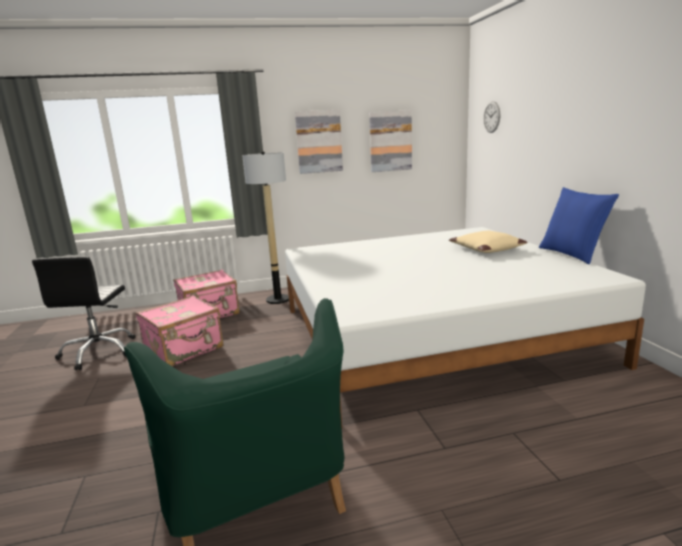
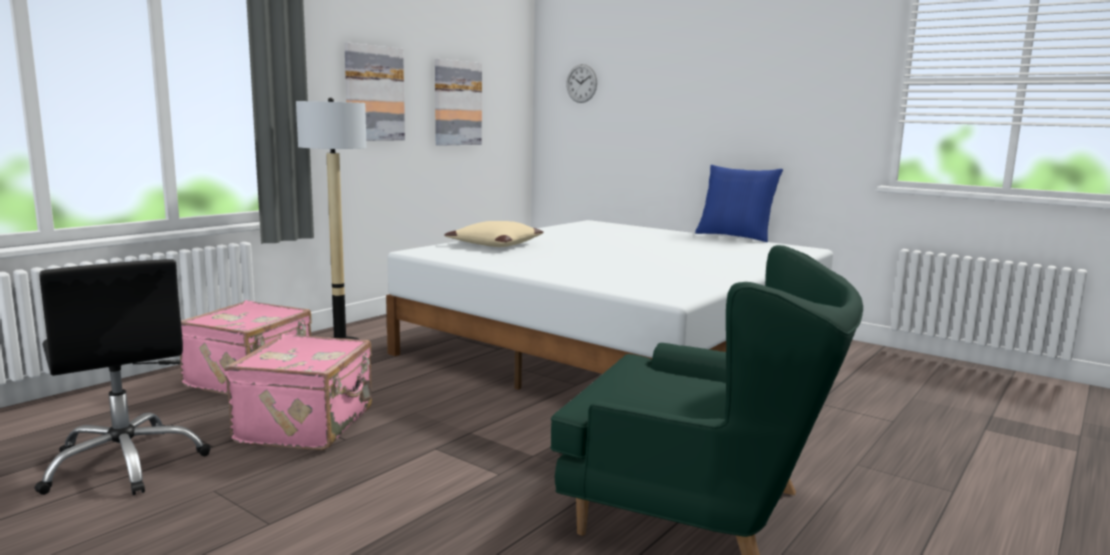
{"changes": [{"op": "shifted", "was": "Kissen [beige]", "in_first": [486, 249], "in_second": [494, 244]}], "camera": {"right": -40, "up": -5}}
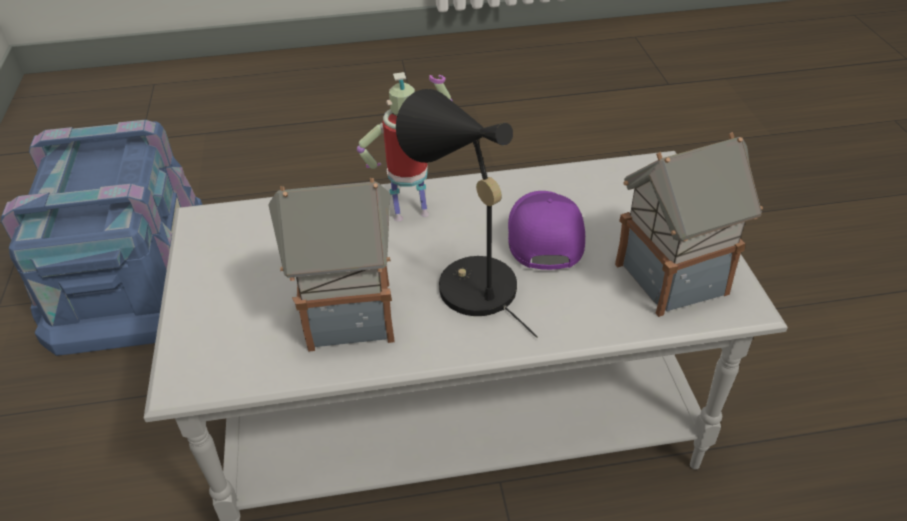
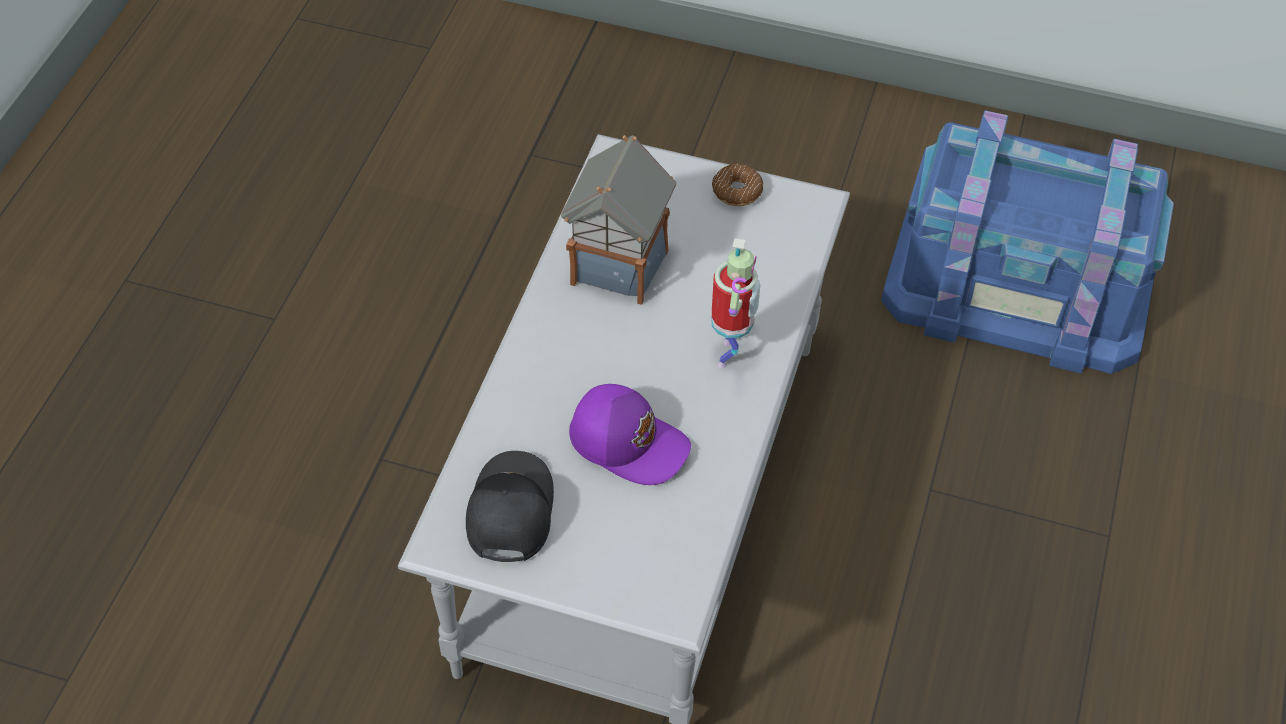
{"changes": [{"op": "gone", "was": "Tischlampe [schwarz]", "in_first": [467, 282]}, {"op": "swapped", "was": "Spielzeughaus", "now": "Kappe [schwarz]", "in_first": [673, 277], "in_second": [508, 512]}, {"op": "new", "now": "Donut", "in_second": [737, 191]}], "camera": {"right": 115, "up": 10}}
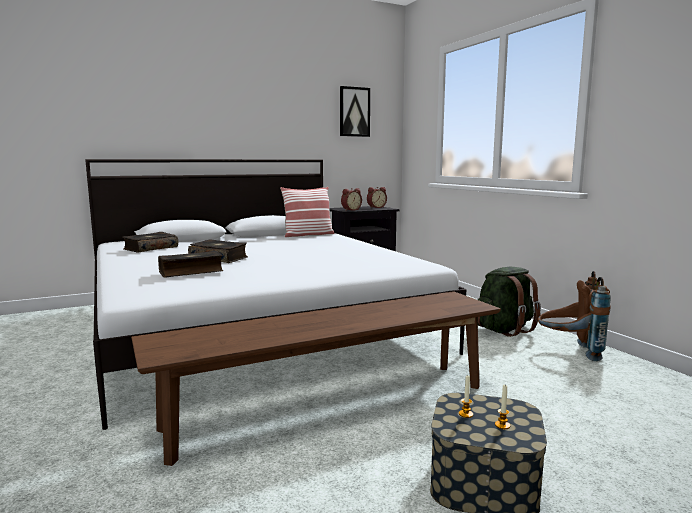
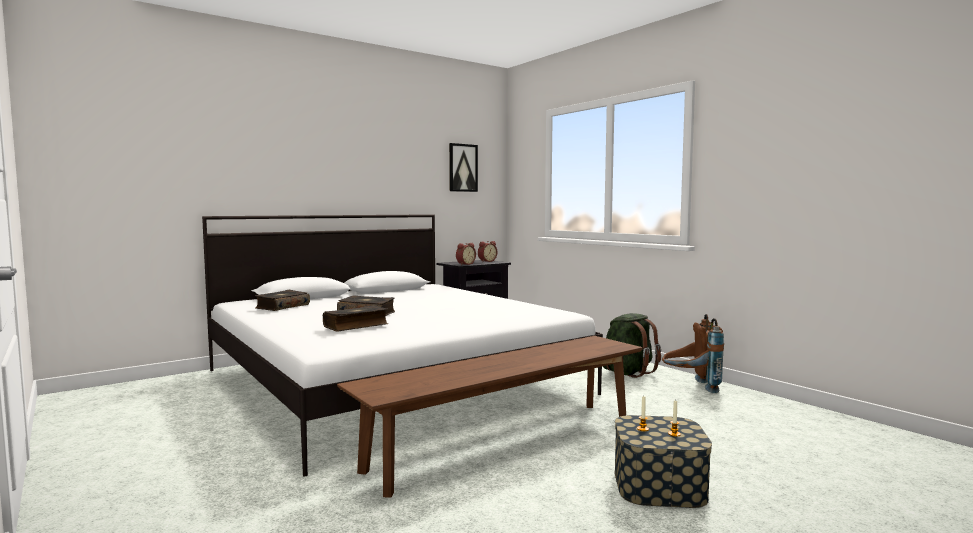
{"changes": [{"op": "gone", "was": "Kissen", "in_first": [308, 235]}], "camera": {"right": -10, "up": -5}}
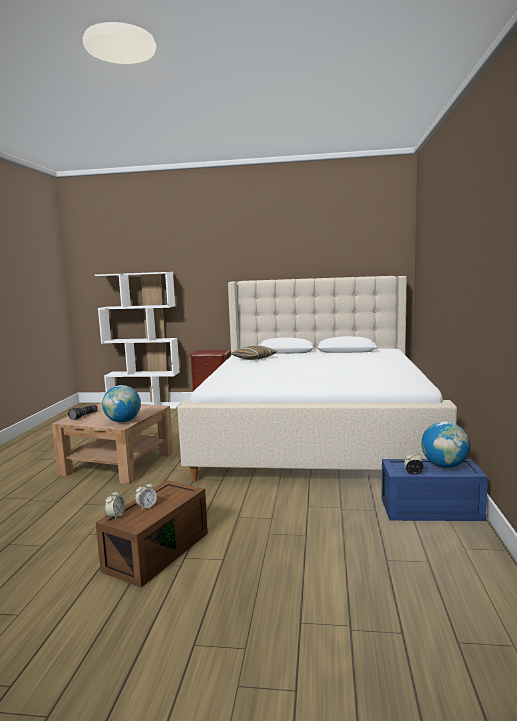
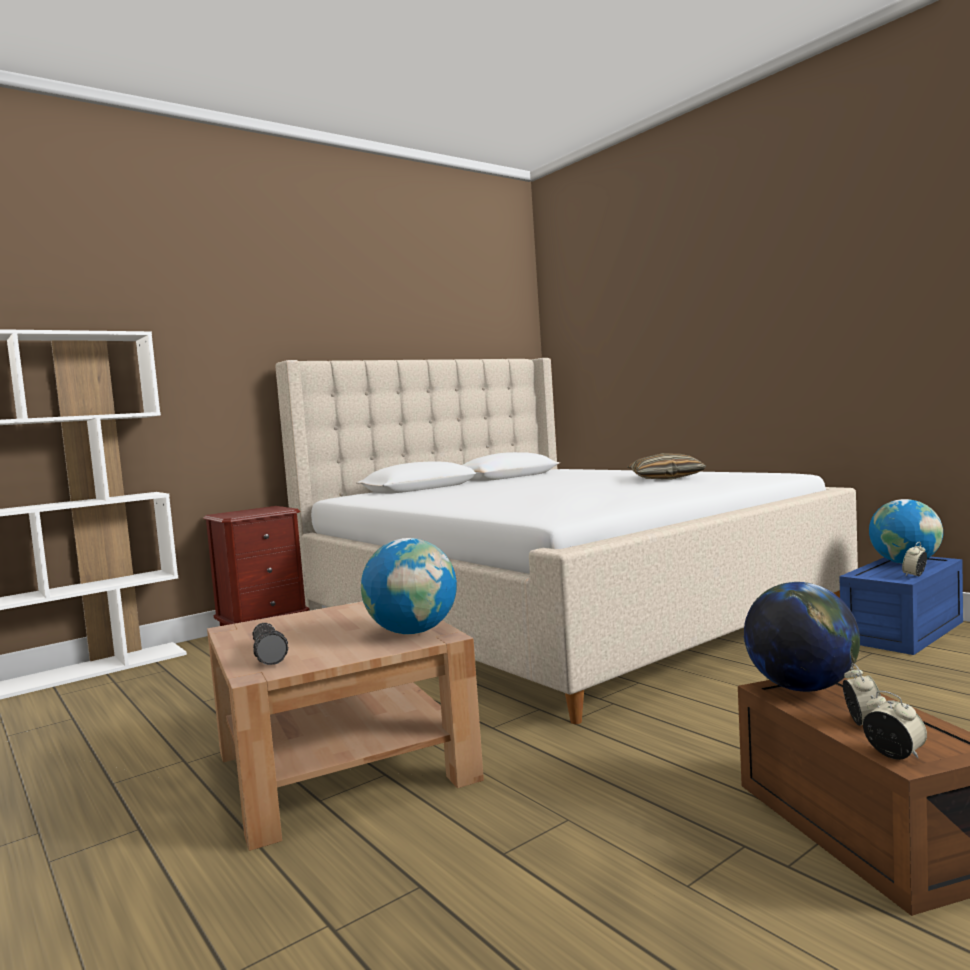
{"changes": [{"op": "shifted", "was": "Kissen", "in_first": [254, 358], "in_second": [665, 478]}, {"op": "new", "now": "Globus", "in_second": [802, 688]}], "camera": {"right": -45, "up": -5}}
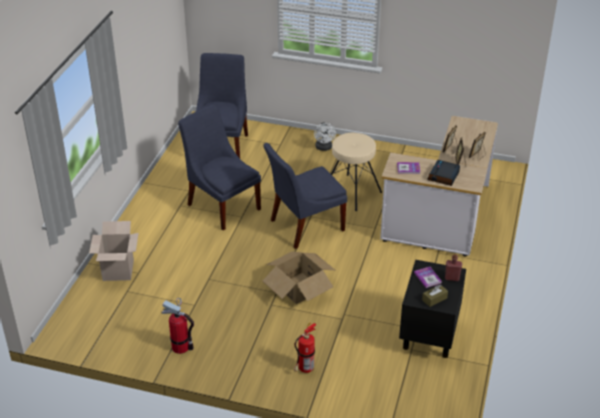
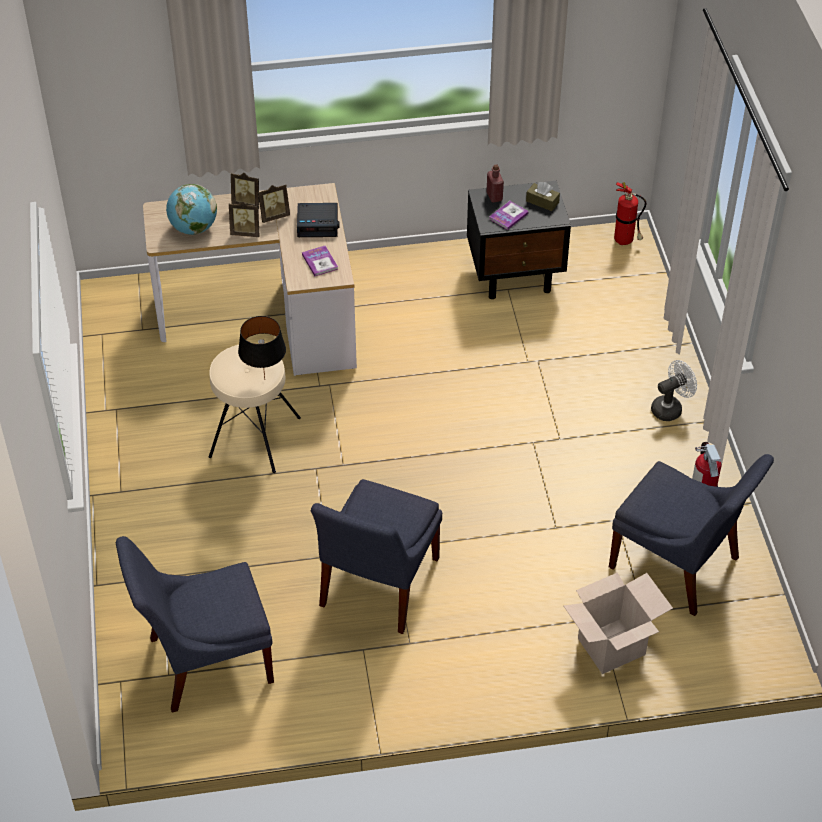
{"changes": [{"op": "shifted", "was": "Stuhl [blau]", "in_first": [304, 226], "in_second": [678, 566]}, {"op": "gone", "was": "Karton", "in_first": [299, 287]}, {"op": "shifted", "was": "Feuerlöscher", "in_first": [304, 370], "in_second": [625, 241]}, {"op": "shifted", "was": "Ventilator [weiß]", "in_first": [324, 148], "in_second": [670, 408]}, {"op": "new", "now": "Globus", "in_second": [193, 228]}, {"op": "new", "now": "Tischlampe [schwarz]", "in_second": [264, 379]}], "camera": {"right": -115, "up": 10}}
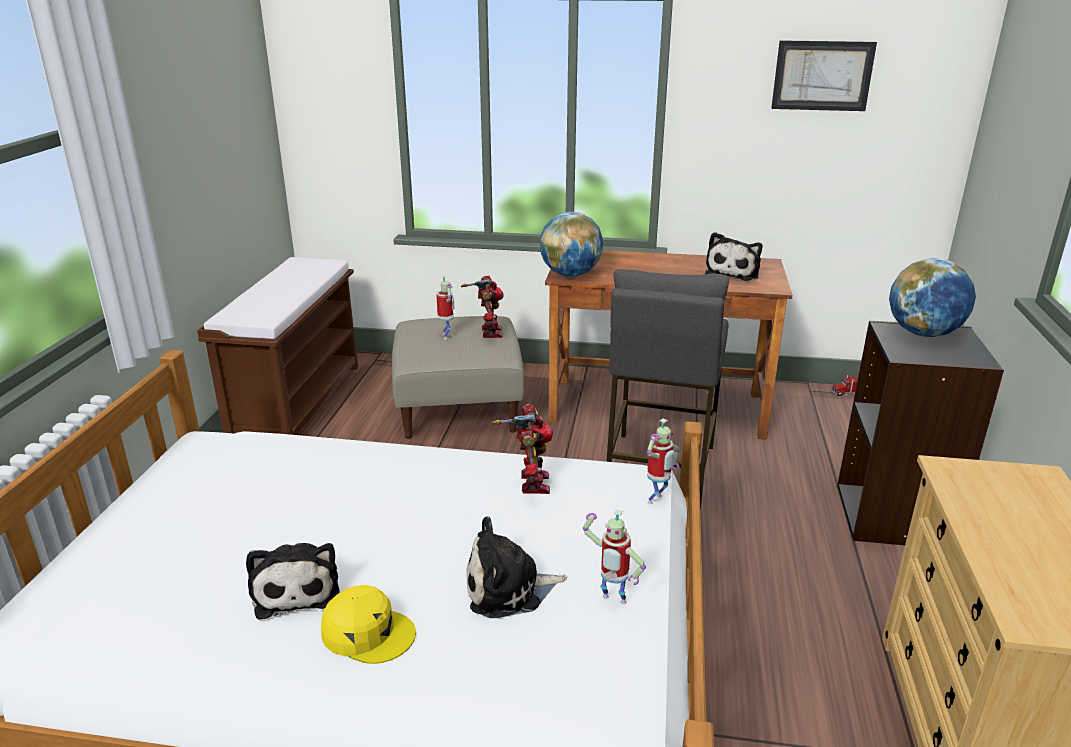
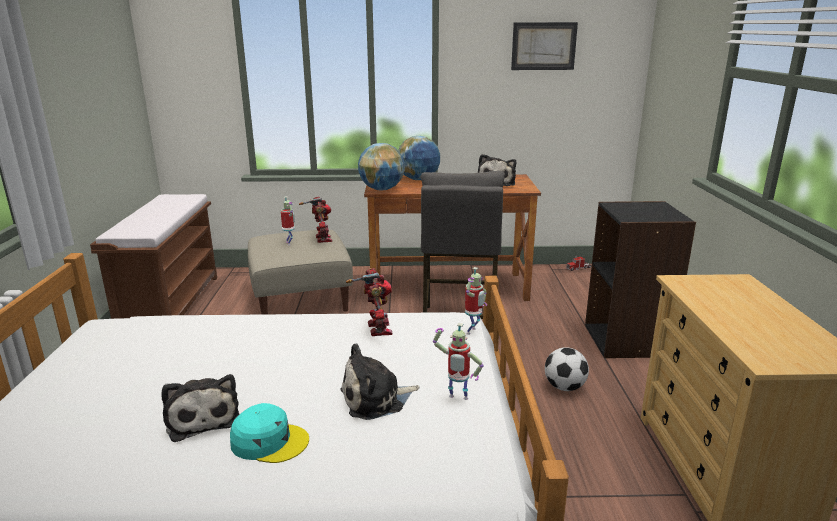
{"changes": [{"op": "repainted", "was": "Kappe [gelb]", "now": "Kappe [türkis]", "in_first": [368, 633], "in_second": [269, 441]}, {"op": "shifted", "was": "Globus", "in_first": [923, 334], "in_second": [418, 179]}, {"op": "new", "now": "Fußball", "in_second": [564, 387]}], "camera": {"right": -10, "up": -5}}
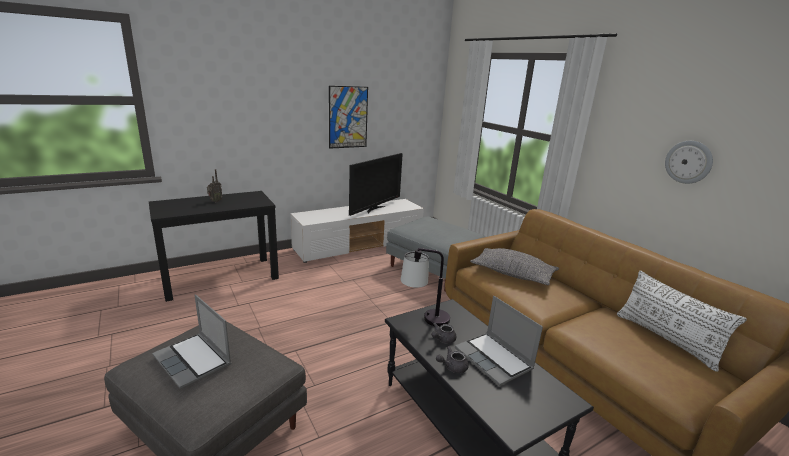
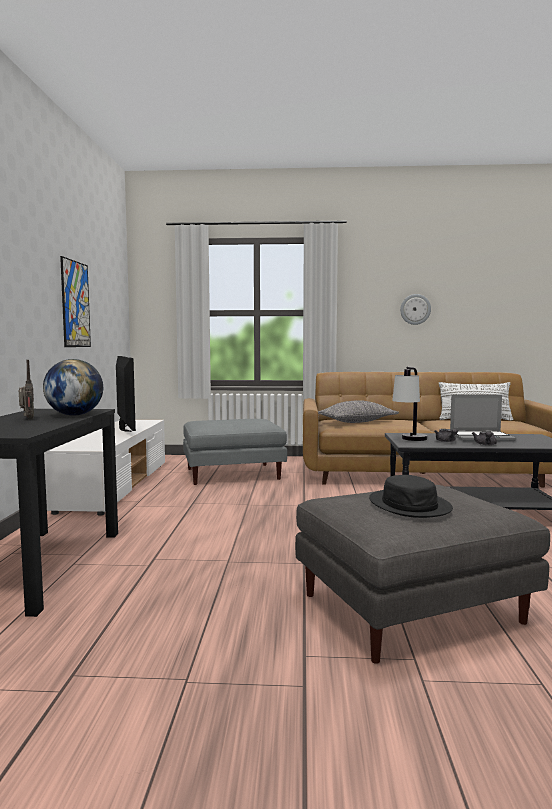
{"changes": [{"op": "swapped", "was": "Laptop", "now": "Hut [schwarz]", "in_first": [194, 361], "in_second": [409, 505]}, {"op": "new", "now": "Globus", "in_second": [74, 415]}], "camera": {"right": -55, "up": -15}}
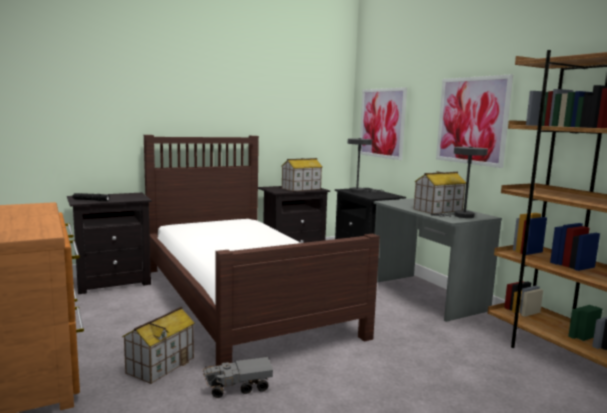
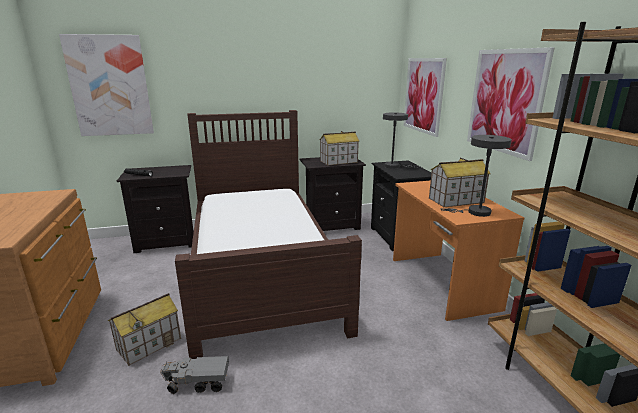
{"changes": [{"op": "repainted", "was": "Schreibtisch [grau]", "now": "Schreibtisch [orange]", "in_first": [426, 296], "in_second": [441, 283]}, {"op": "new", "now": "Bild", "in_second": [110, 86]}], "camera": {"right": 15, "up": 10}}
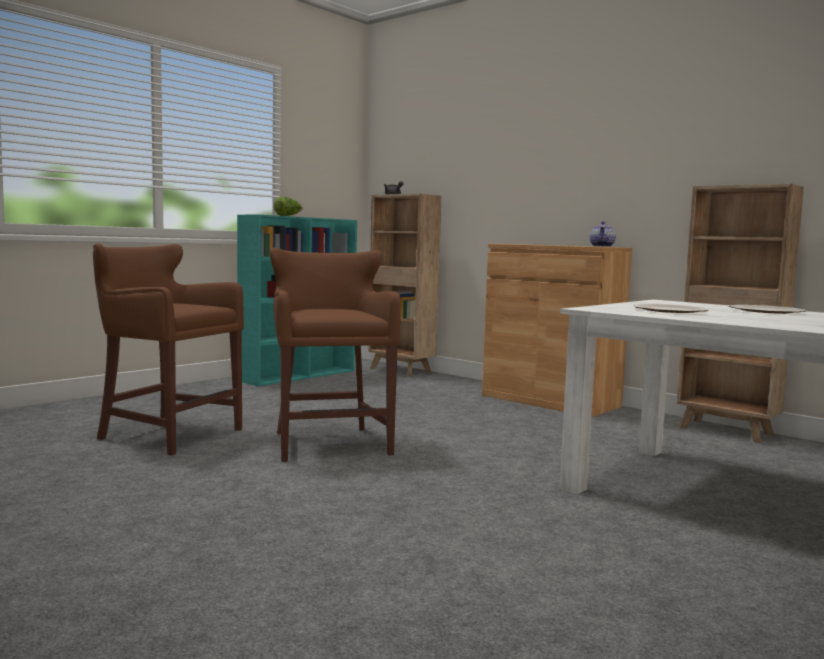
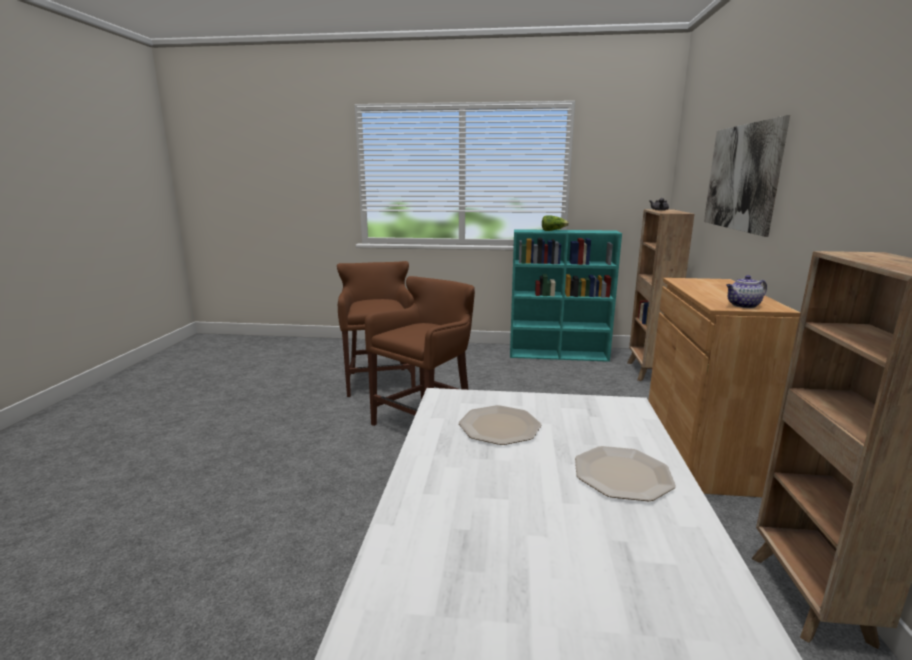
{"changes": [{"op": "new", "now": "Bild", "in_second": [741, 177]}], "camera": {"right": 55, "up": 10}}
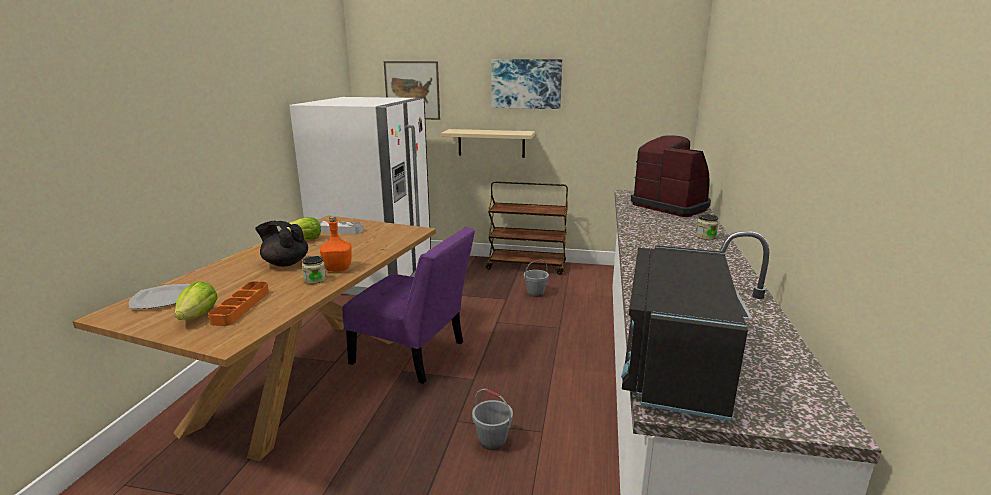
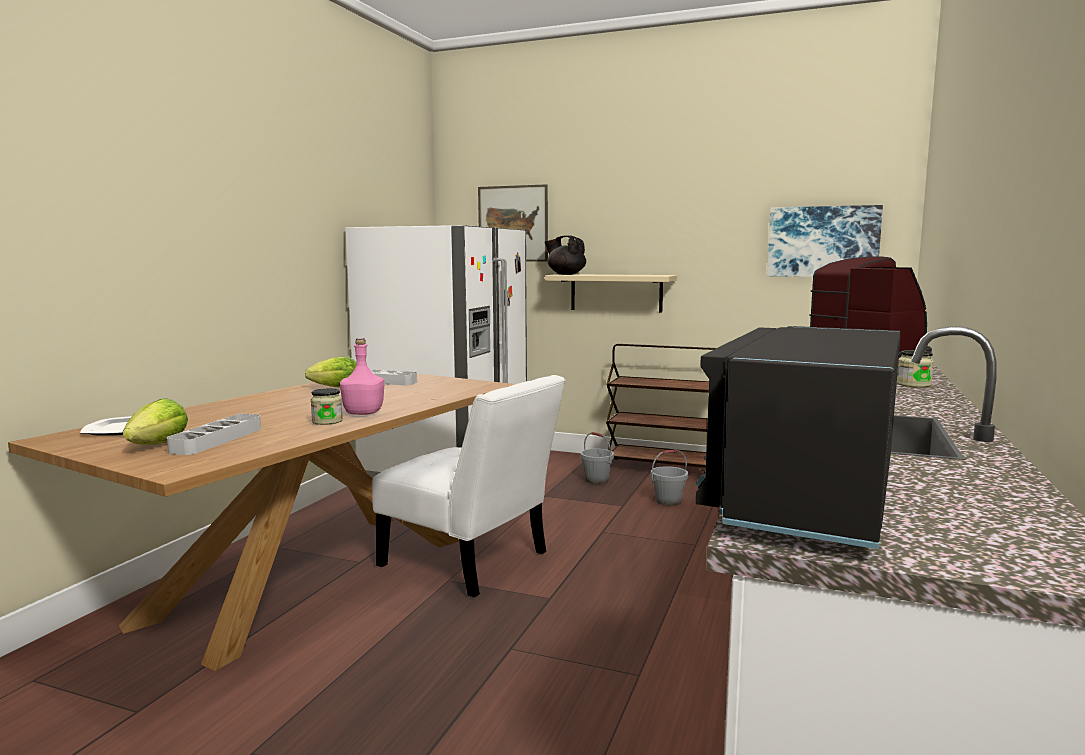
{"changes": [{"op": "repainted", "was": "Tablett [orange]", "now": "Tablett [grau]", "in_first": [241, 306], "in_second": [217, 440]}, {"op": "shifted", "was": "Teekanne [schwarz]", "in_first": [285, 263], "in_second": [565, 274]}, {"op": "repainted", "was": "Flasche [orange]", "now": "Flasche [rosa]", "in_first": [338, 268], "in_second": [364, 413]}, {"op": "repainted", "was": "Stuhl [lila]", "now": "Stuhl [weiß]", "in_first": [413, 355], "in_second": [470, 562]}, {"op": "shifted", "was": "Eimer [grau]", "in_first": [492, 441], "in_second": [596, 480]}, {"op": "shifted", "was": "Bild", "in_first": [526, 84], "in_second": [823, 241]}], "camera": {"right": 10, "up": -10}}
